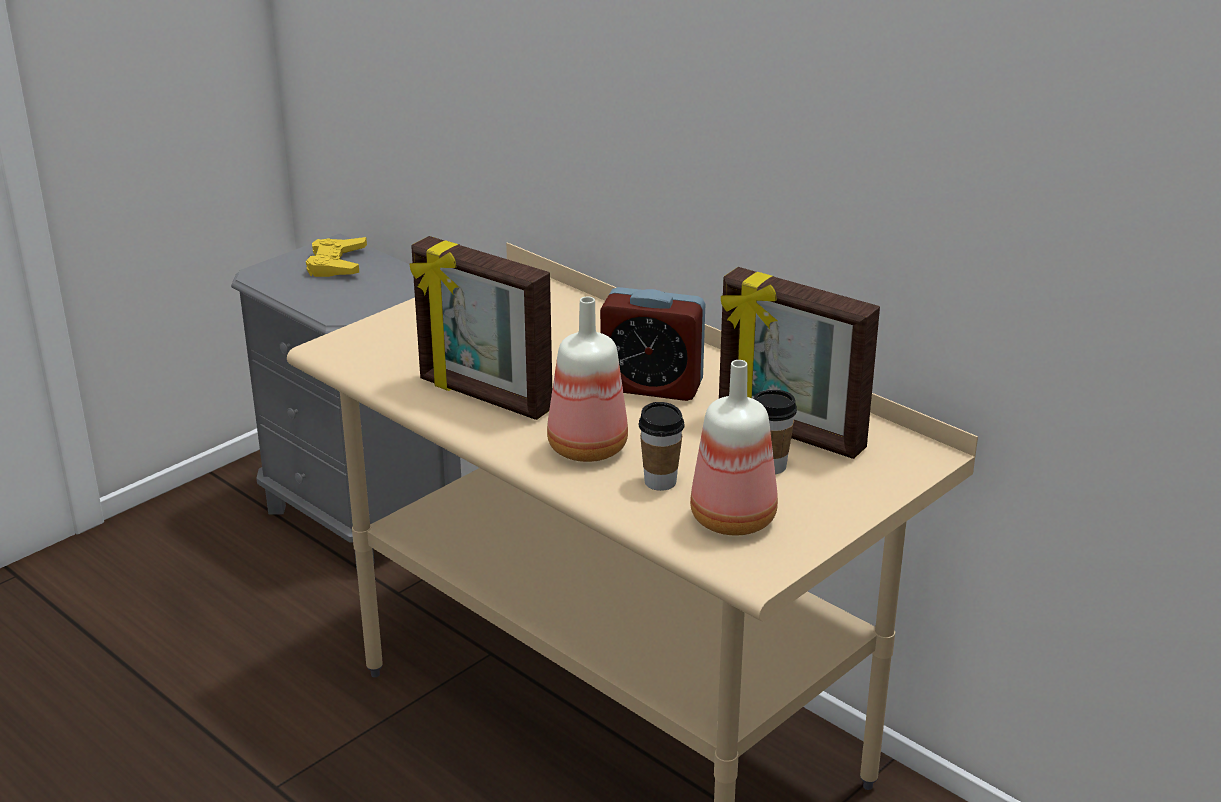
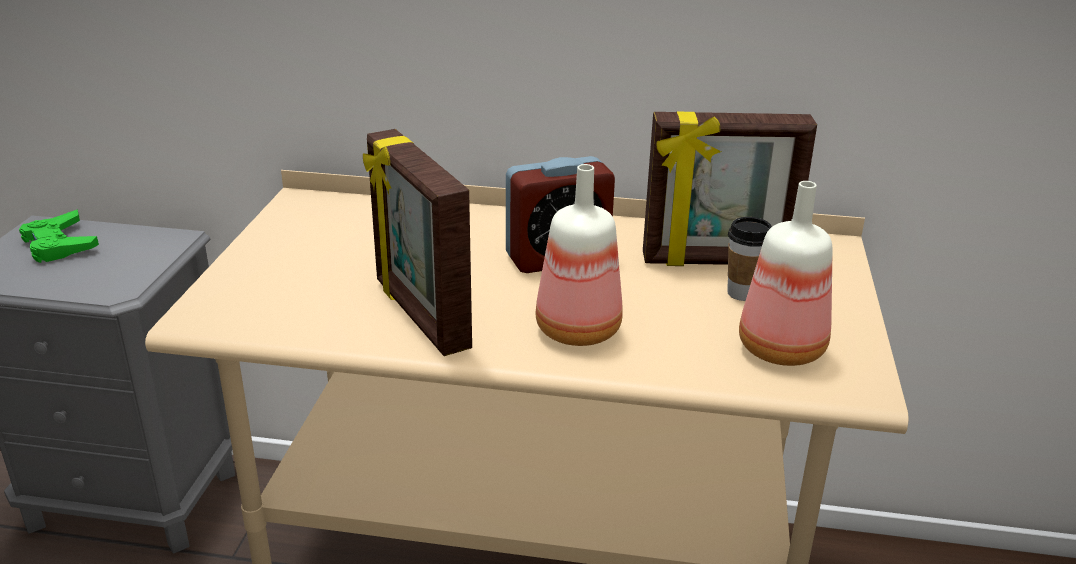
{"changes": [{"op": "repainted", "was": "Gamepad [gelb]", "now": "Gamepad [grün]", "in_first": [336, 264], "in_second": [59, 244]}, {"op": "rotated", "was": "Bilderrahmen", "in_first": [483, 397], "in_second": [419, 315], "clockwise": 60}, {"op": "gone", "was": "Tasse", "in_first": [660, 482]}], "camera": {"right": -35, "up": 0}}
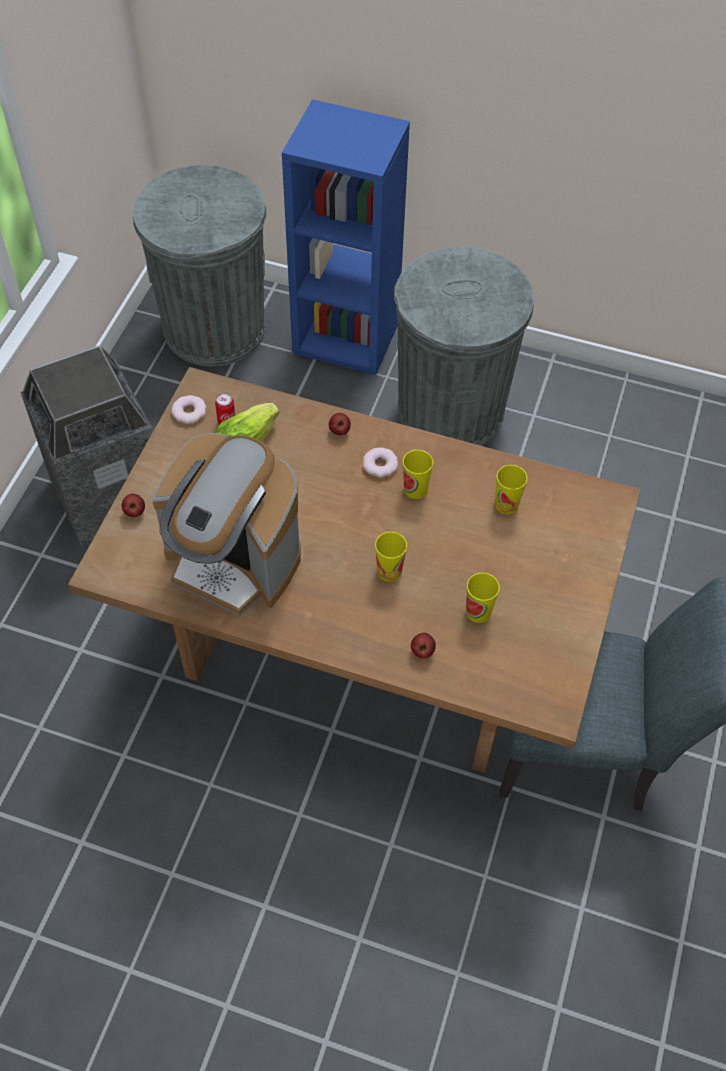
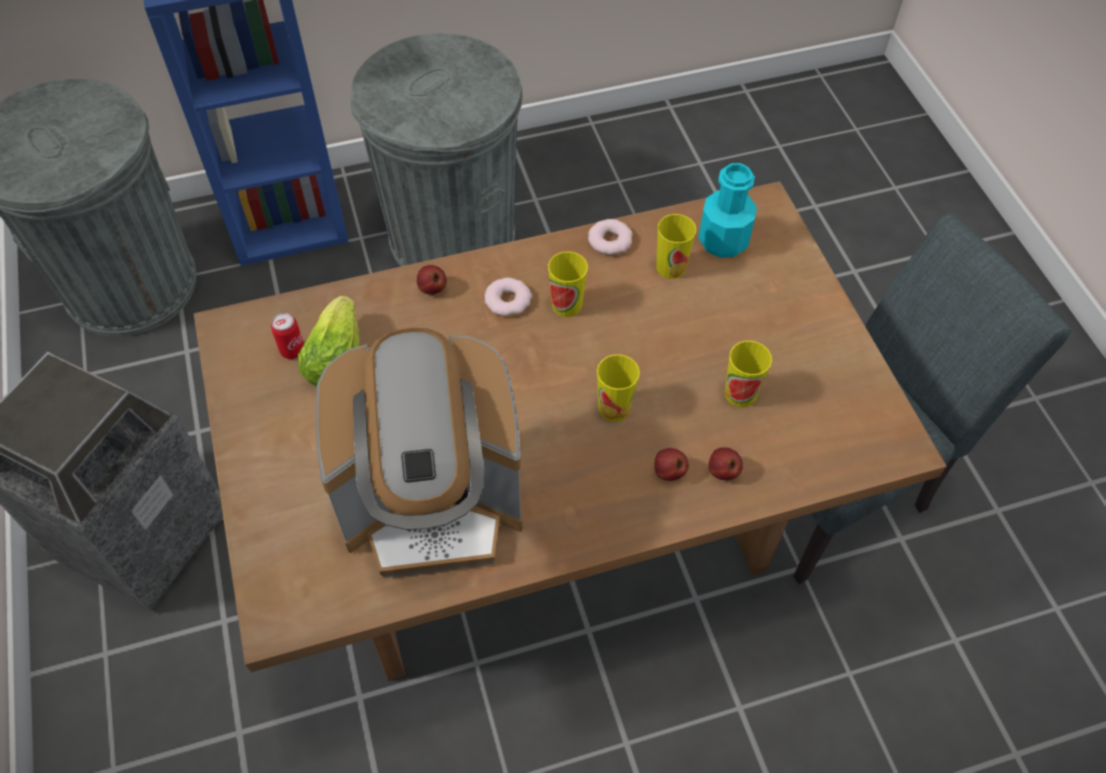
{"changes": [{"op": "shifted", "was": "Apfel", "in_first": [134, 512], "in_second": [668, 472]}, {"op": "shifted", "was": "Donut", "in_first": [189, 412], "in_second": [610, 240]}, {"op": "new", "now": "Flasche [türkis]", "in_second": [723, 241]}], "camera": {"right": -35, "up": 0}}
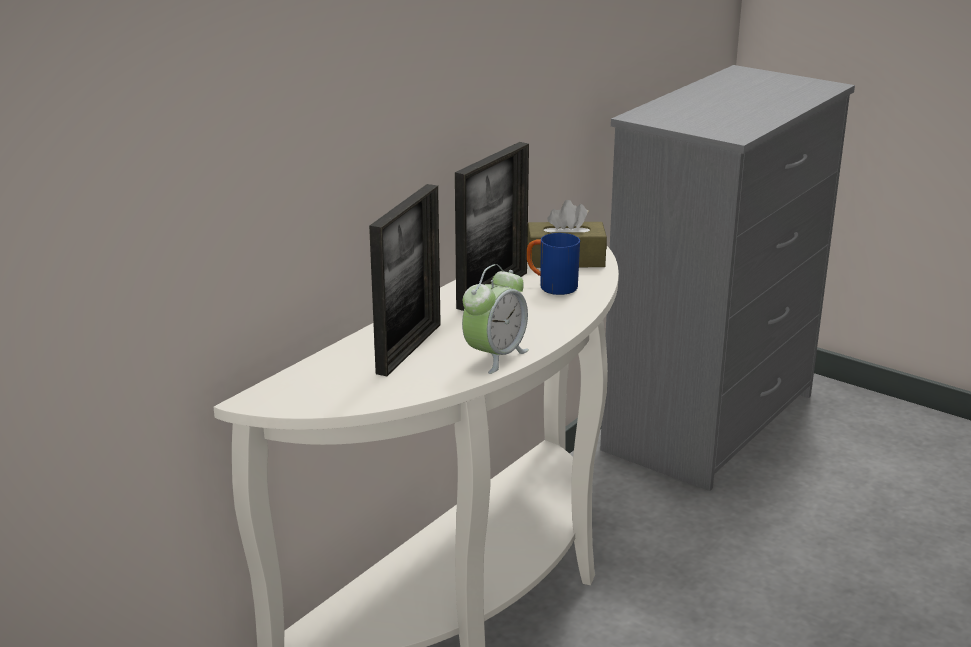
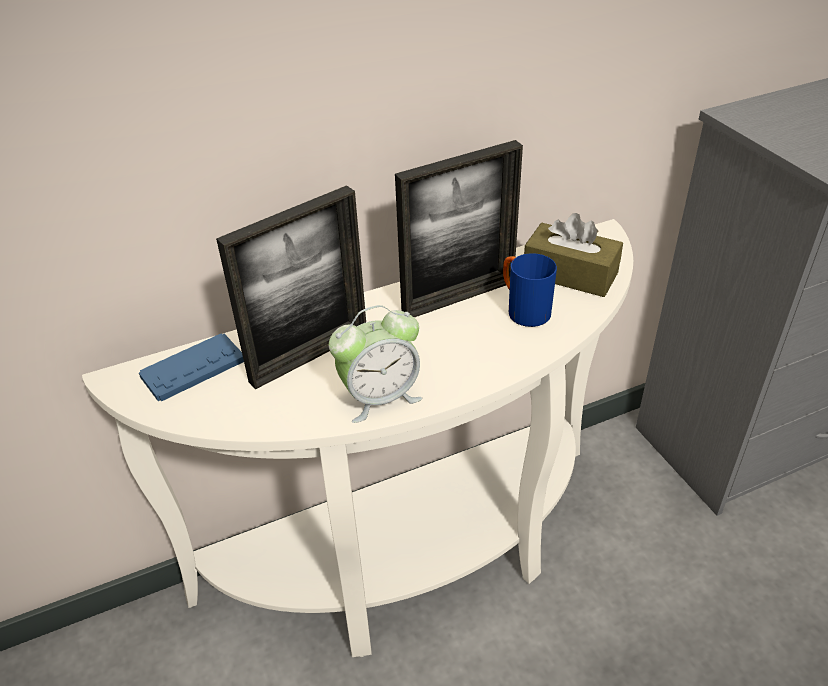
{"changes": [{"op": "new", "now": "Gamepad [blau]", "in_second": [193, 368]}], "camera": {"right": 30, "up": 15}}
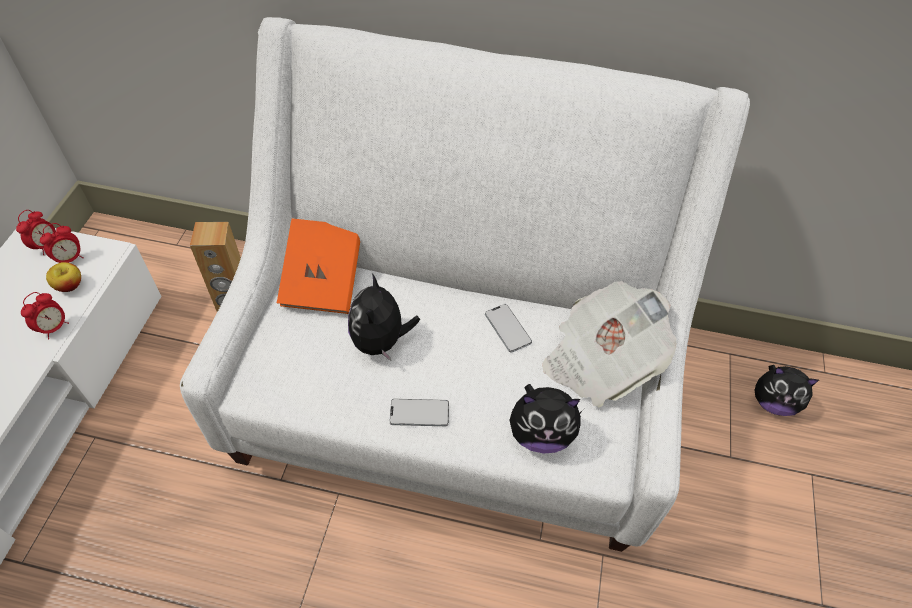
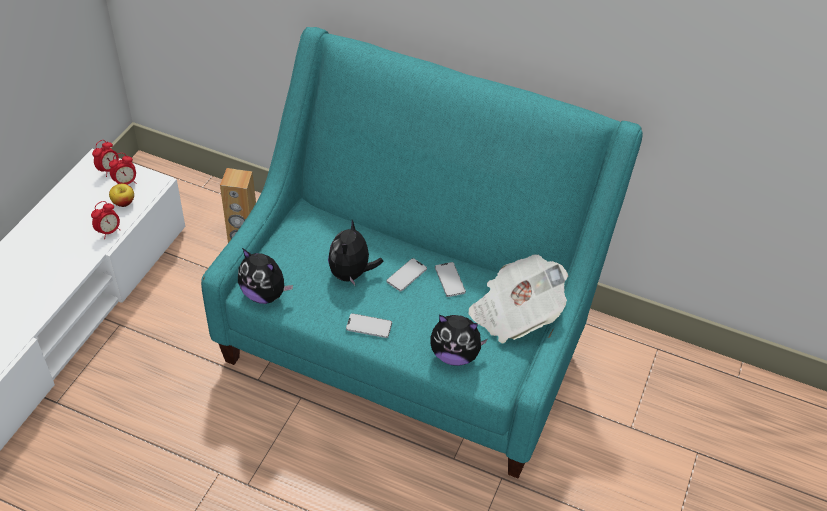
{"changes": [{"op": "repainted", "was": "Sofa [weiß]", "now": "Sofa [türkis]", "in_first": [452, 395], "in_second": [408, 341]}, {"op": "gone", "was": "Buch [orange]", "in_first": [323, 281]}, {"op": "shifted", "was": "Plüschtier", "in_first": [773, 402], "in_second": [264, 294]}, {"op": "new", "now": "Handy", "in_second": [406, 275]}], "camera": {"right": 10, "up": -5}}
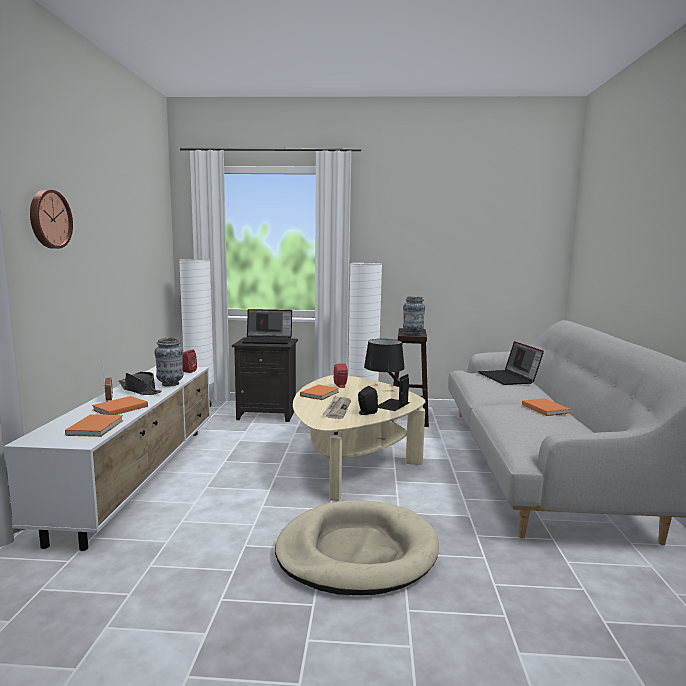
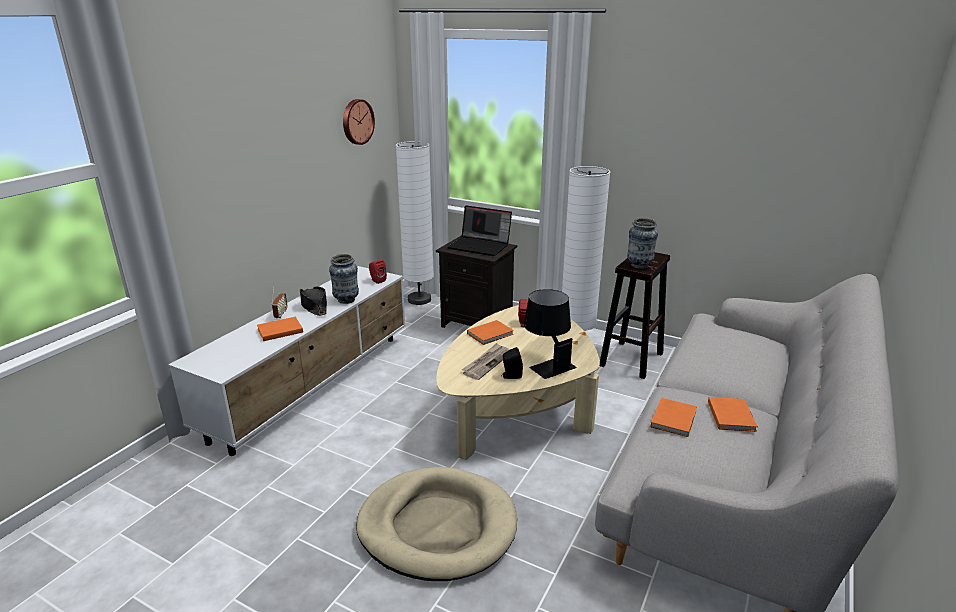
{"changes": [{"op": "shifted", "was": "Wanduhr", "in_first": [49, 219], "in_second": [357, 121]}, {"op": "shifted", "was": "Buch [orange]", "in_first": [97, 427], "in_second": [674, 418]}, {"op": "gone", "was": "Laptop", "in_first": [509, 378]}], "camera": {"right": 25, "up": 15}}
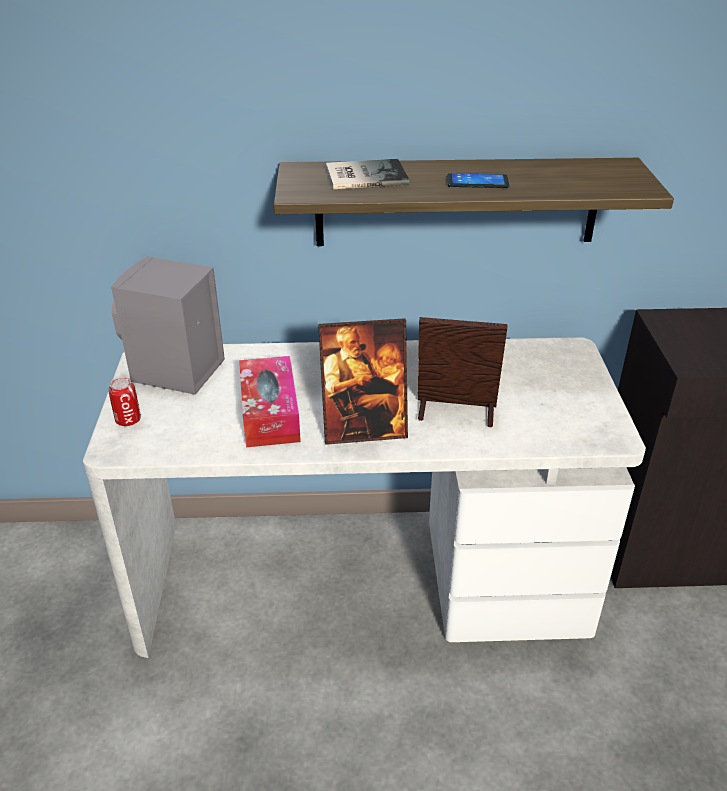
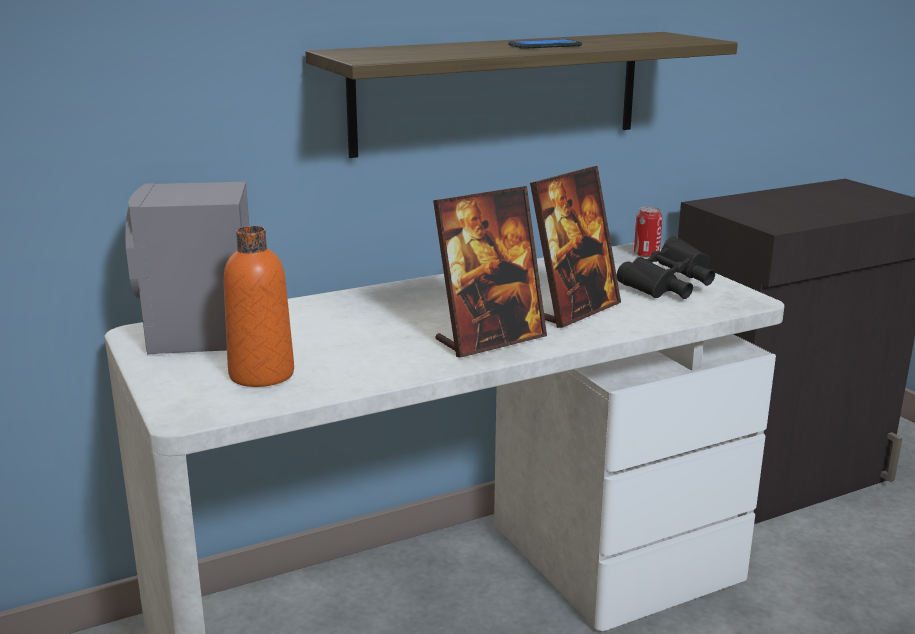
{"changes": [{"op": "shifted", "was": "Dose", "in_first": [128, 420], "in_second": [646, 254]}, {"op": "gone", "was": "Taschentuchbox", "in_first": [270, 413]}, {"op": "gone", "was": "Buch", "in_first": [363, 175]}, {"op": "rotated", "was": "Bilderrahmen", "in_first": [455, 412], "in_second": [573, 310], "clockwise": 150}, {"op": "new", "now": "Flasche [orange]", "in_second": [261, 374]}, {"op": "new", "now": "Fernglas [schwarz]", "in_second": [668, 288]}], "camera": {"right": -25, "up": -15}}
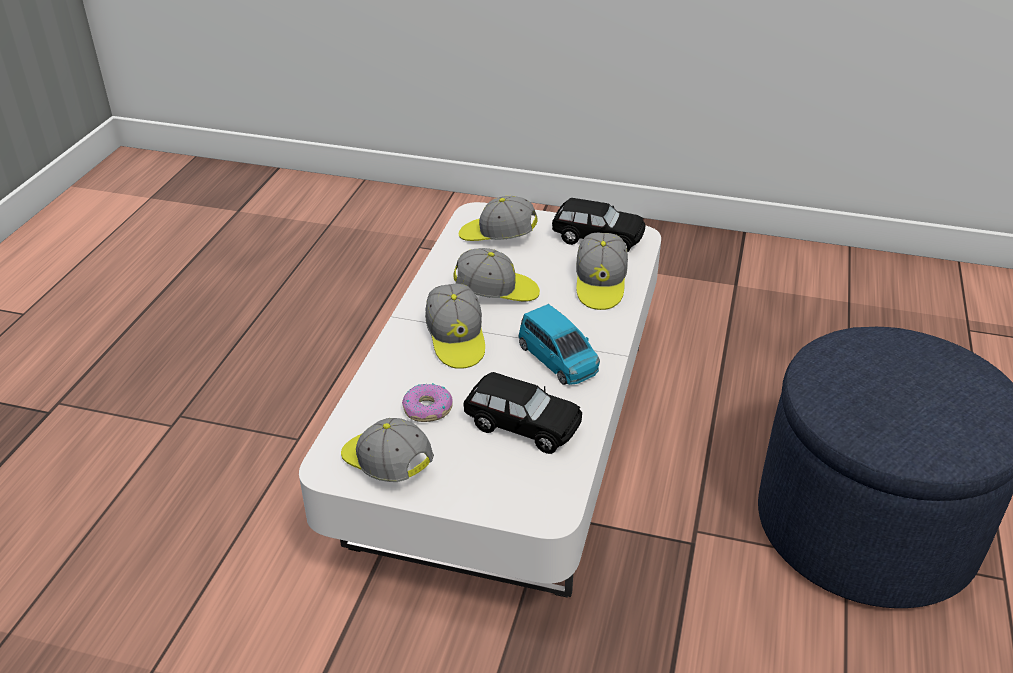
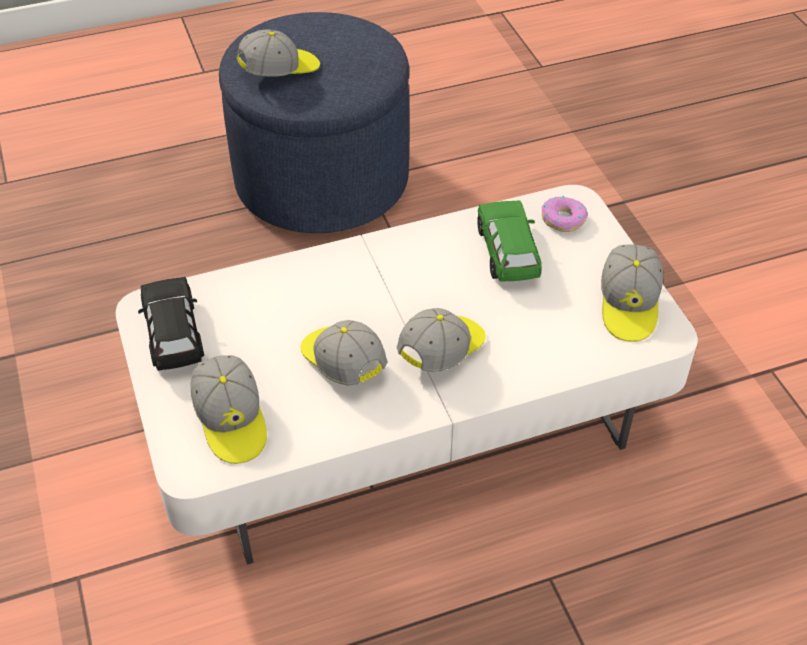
{"changes": [{"op": "shifted", "was": "Donut", "in_first": [427, 409], "in_second": [563, 219]}, {"op": "repainted", "was": "Spielzeugauto [schwarz]", "now": "Spielzeugauto [grün]", "in_first": [522, 426], "in_second": [508, 253]}, {"op": "gone", "was": "Spielzeugauto [blau]", "in_first": [558, 360]}, {"op": "shifted", "was": "Kappe", "in_first": [600, 285], "in_second": [280, 71]}], "camera": {"right": -125, "up": 10}}
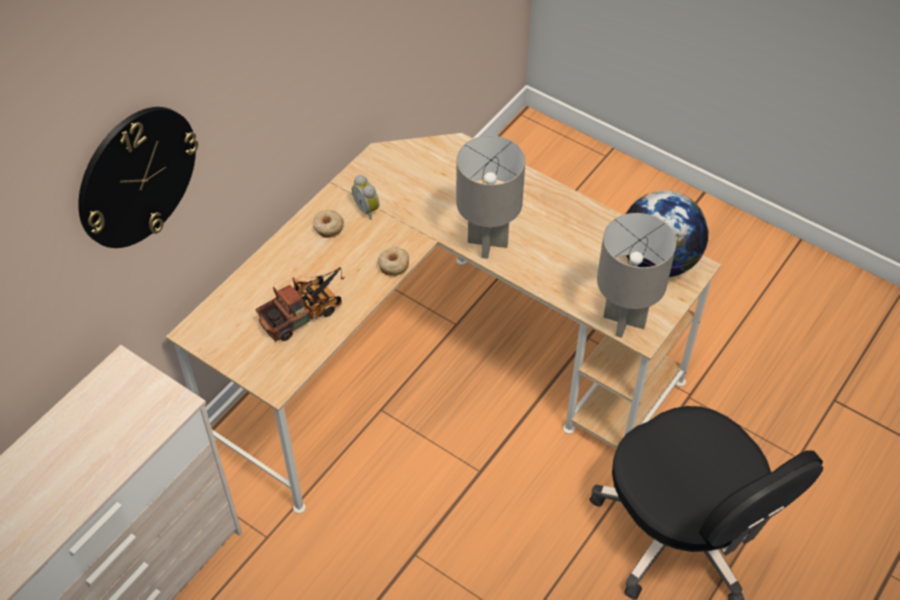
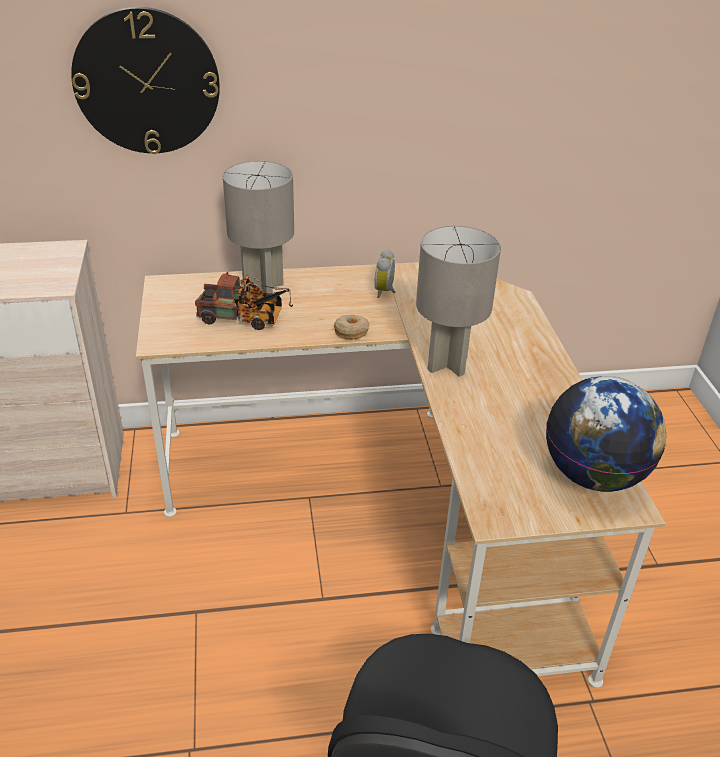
{"changes": [{"op": "gone", "was": "Donut", "in_first": [328, 227]}, {"op": "shifted", "was": "Tischlampe [grau]", "in_first": [623, 320], "in_second": [264, 287]}], "camera": {"right": 45, "up": -15}}
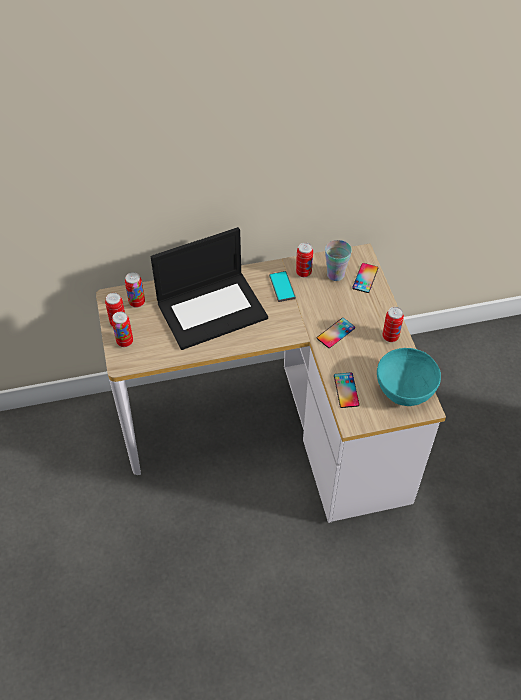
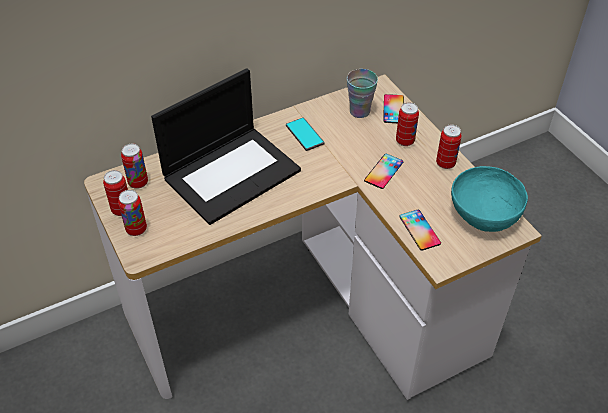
{"changes": [{"op": "shifted", "was": "Dose", "in_first": [303, 273], "in_second": [405, 141]}], "camera": {"right": -15, "up": -5}}
